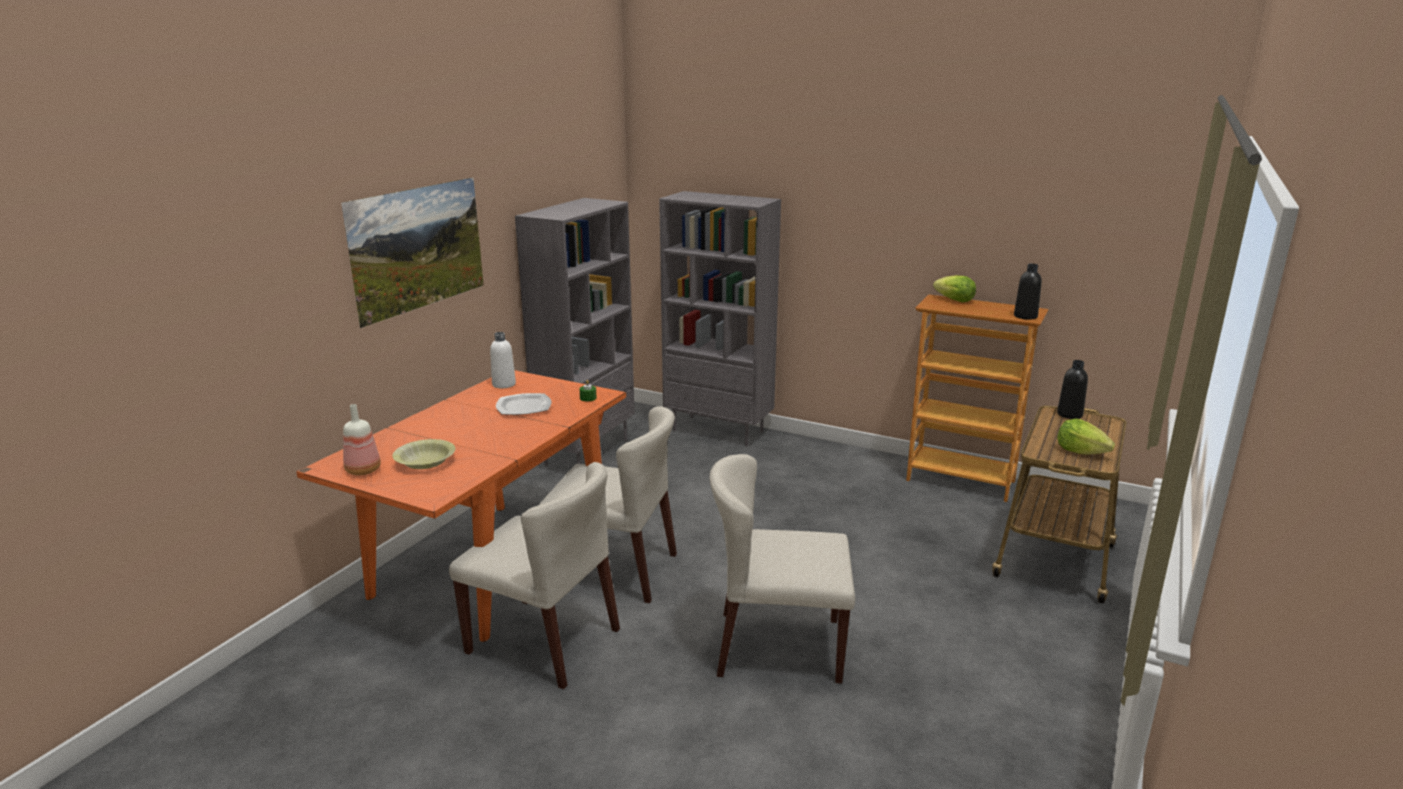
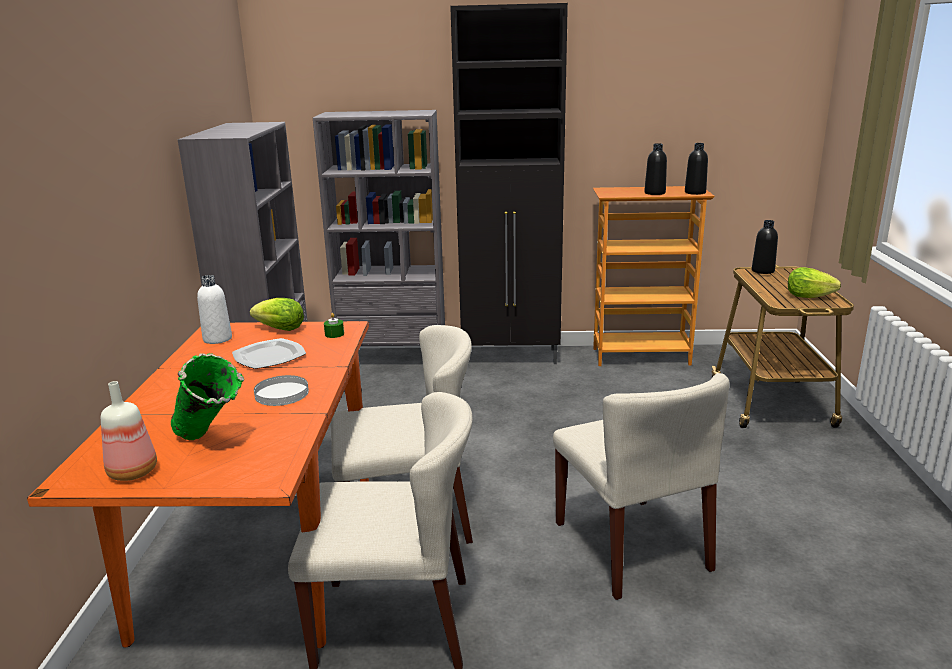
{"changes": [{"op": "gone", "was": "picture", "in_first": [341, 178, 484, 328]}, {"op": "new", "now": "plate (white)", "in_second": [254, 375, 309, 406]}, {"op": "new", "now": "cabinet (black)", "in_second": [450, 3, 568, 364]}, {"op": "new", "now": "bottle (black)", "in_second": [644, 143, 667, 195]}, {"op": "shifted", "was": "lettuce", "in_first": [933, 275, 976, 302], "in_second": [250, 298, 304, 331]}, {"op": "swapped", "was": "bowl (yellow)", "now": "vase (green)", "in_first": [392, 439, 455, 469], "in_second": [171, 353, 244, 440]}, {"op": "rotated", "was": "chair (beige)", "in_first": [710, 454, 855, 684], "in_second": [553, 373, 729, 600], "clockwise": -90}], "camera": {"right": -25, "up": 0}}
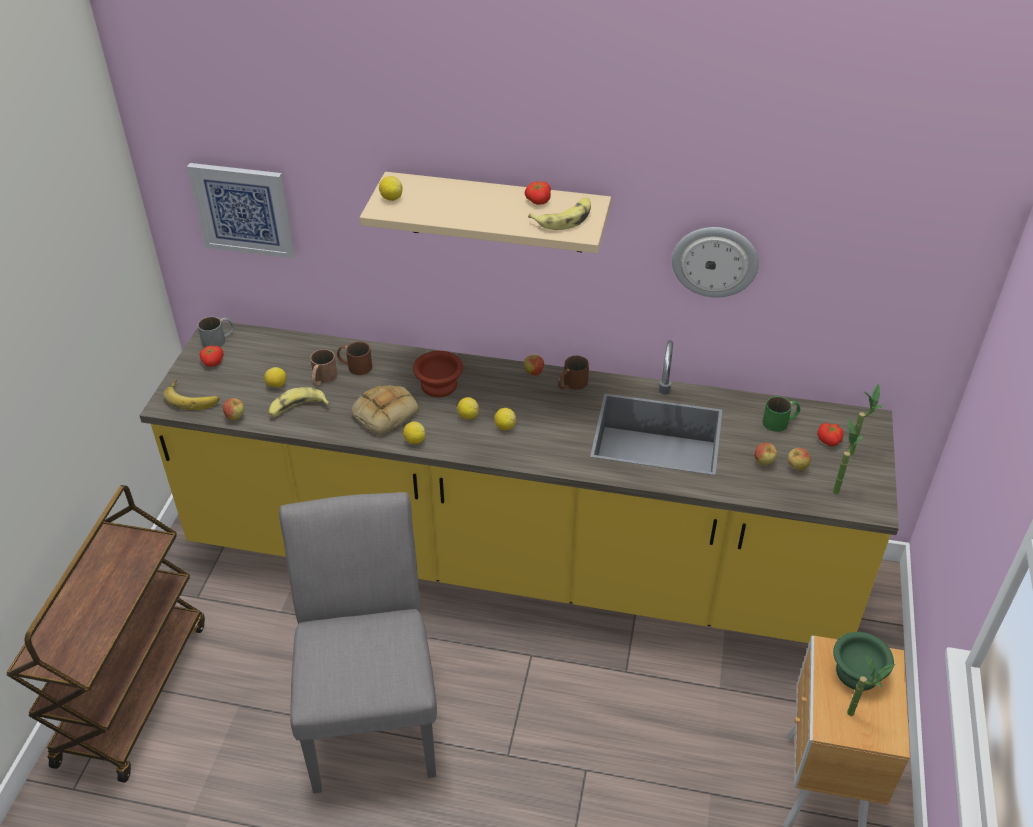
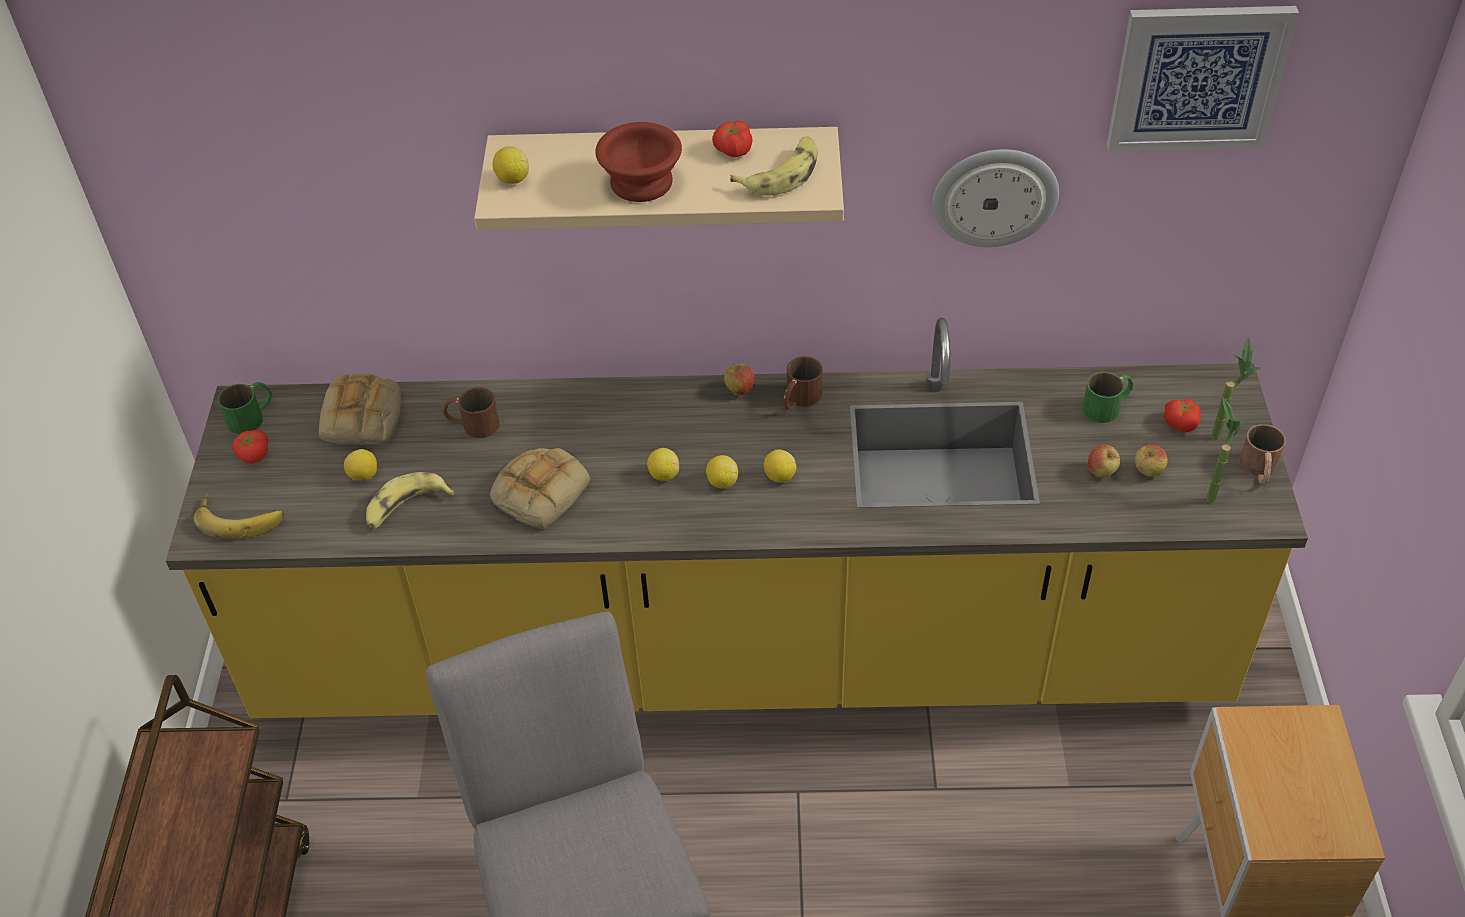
{"changes": [{"op": "gone", "was": "apple", "in_first": [223, 398, 244, 420]}, {"op": "gone", "was": "bowl (green)", "in_first": [833, 632, 894, 691]}, {"op": "gone", "was": "potted plant", "in_first": [847, 654, 895, 716]}, {"op": "new", "now": "bread", "in_second": [319, 374, 401, 445]}, {"op": "shifted", "was": "picture", "in_first": [187, 163, 295, 258], "in_second": [1107, 6, 1299, 151]}, {"op": "shifted", "was": "mug (brown)", "in_first": [310, 349, 337, 386], "in_second": [1239, 424, 1286, 485]}, {"op": "shifted", "was": "lemon", "in_first": [403, 421, 426, 444], "in_second": [764, 449, 796, 482]}, {"op": "shifted", "was": "bowl (brown)", "in_first": [413, 351, 463, 397], "in_second": [595, 122, 682, 202]}, {"op": "repainted", "was": "mug (grey)", "now": "mug (green)", "in_first": [198, 317, 234, 347], "in_second": [218, 382, 272, 434]}], "camera": {"right": -10, "up": 5}}
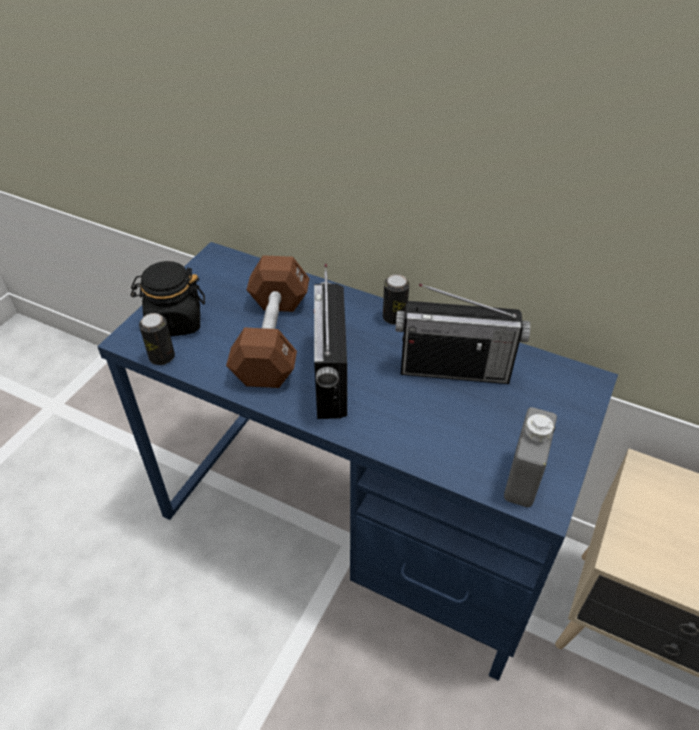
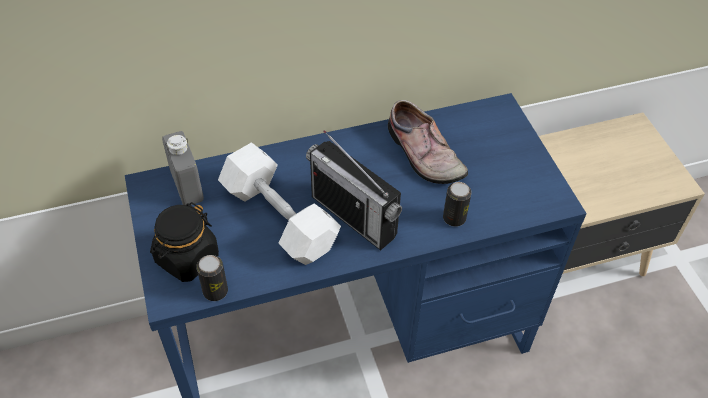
{"changes": [{"op": "shifted", "was": "can", "in_first": [383, 274, 409, 325], "in_second": [443, 182, 472, 227]}, {"op": "shifted", "was": "bottle (grey)", "in_first": [504, 407, 557, 507], "in_second": [162, 131, 204, 205]}, {"op": "swapped", "was": "radio", "now": "shoe", "in_first": [395, 283, 530, 384], "in_second": [388, 100, 468, 184]}, {"op": "repainted", "was": "dumbbell (brown)", "now": "dumbbell (white)", "in_first": [226, 255, 309, 388], "in_second": [218, 142, 341, 265]}], "camera": {"right": -45, "up": 5}}
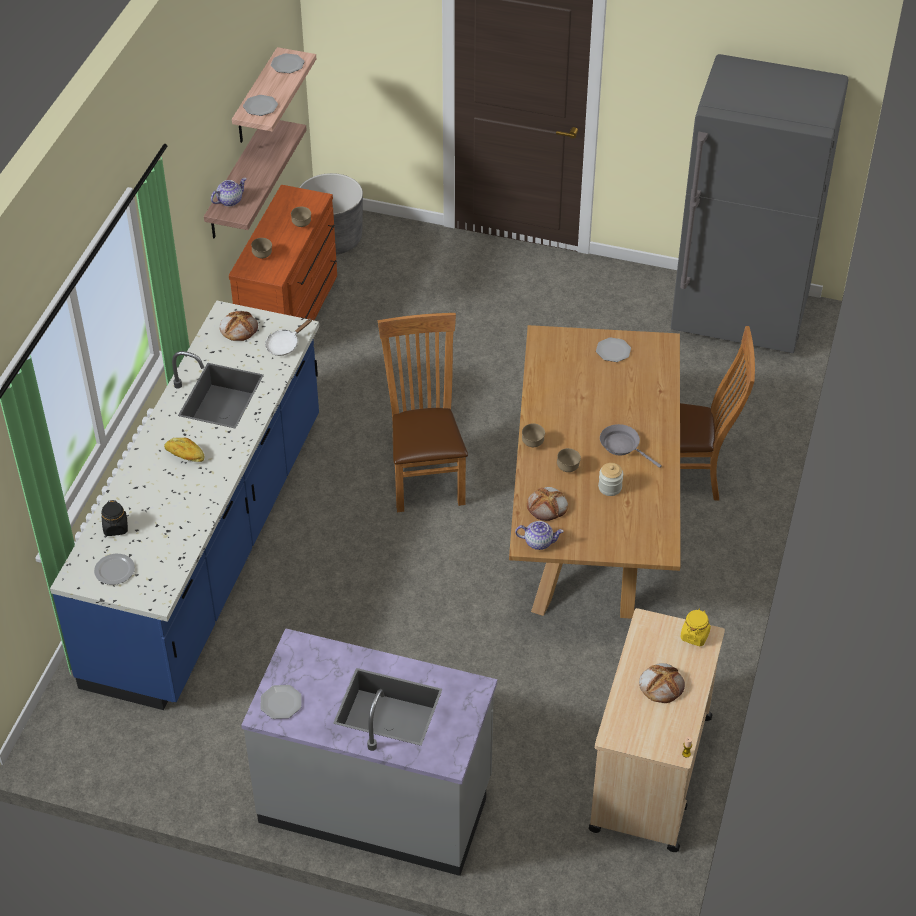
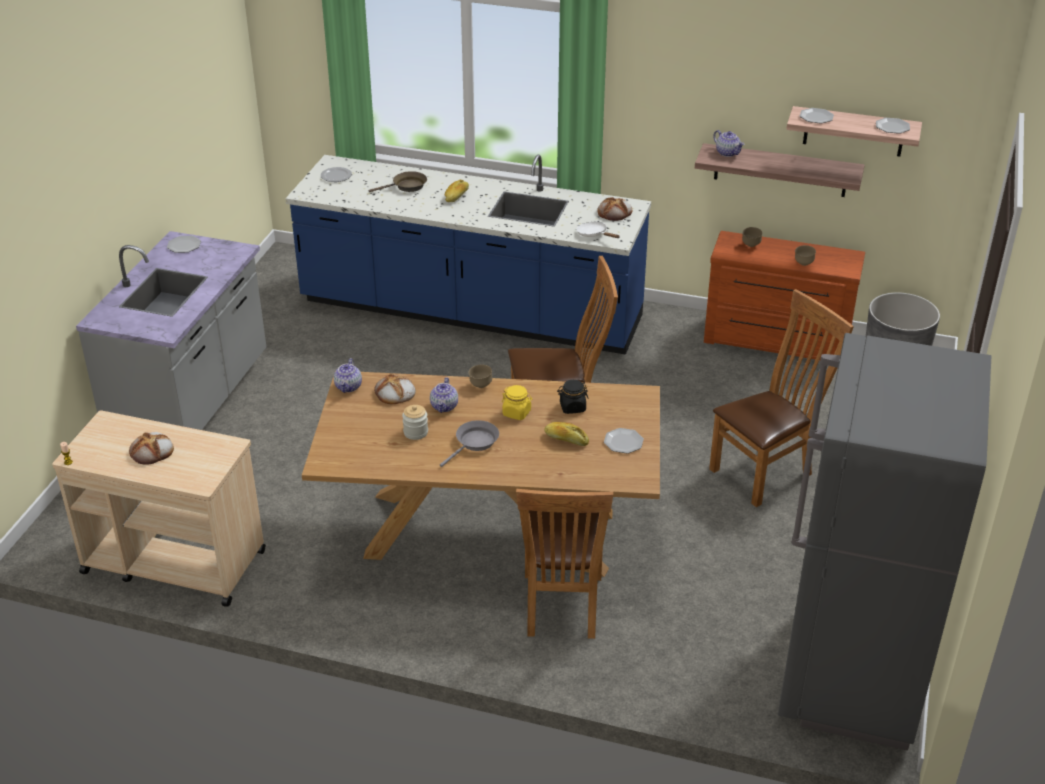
{"changes": [{"op": "new", "now": "frying pan (brown)", "in_second": [369, 171, 427, 192]}, {"op": "new", "now": "bread", "in_second": [544, 422, 589, 446]}, {"op": "new", "now": "chair (brown)", "in_second": [709, 289, 854, 507]}, {"op": "shifted", "was": "jar (black)", "in_first": [101, 500, 128, 536], "in_second": [557, 380, 589, 414]}, {"op": "shifted", "was": "jar (yellow)", "in_first": [680, 609, 711, 646], "in_second": [502, 385, 532, 420]}, {"op": "swapped", "was": "bowl (brown)", "now": "teapot", "in_first": [557, 448, 581, 472], "in_second": [430, 377, 458, 413]}], "camera": {"right": 90, "up": -10}}
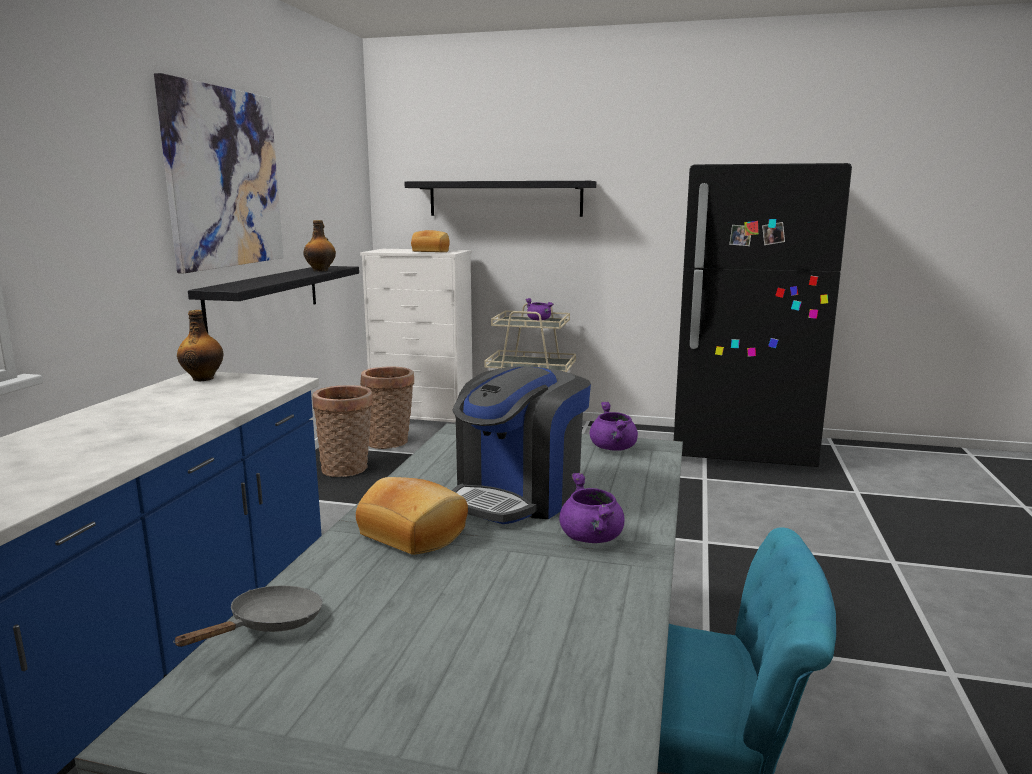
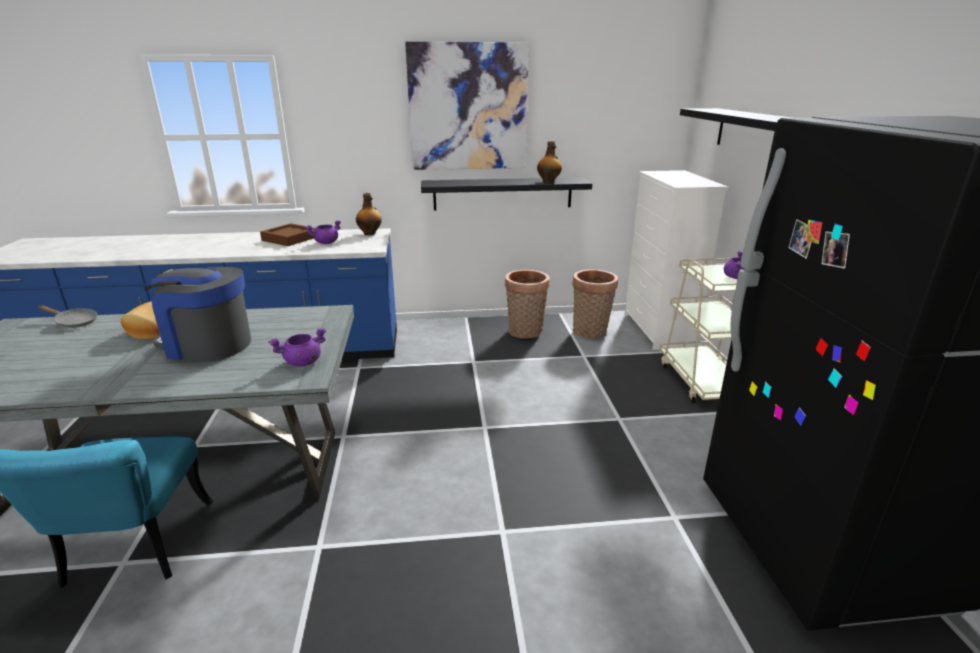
{"changes": [{"op": "gone", "was": "bread", "in_first": [411, 230, 450, 252]}, {"op": "new", "now": "tray (brown)", "in_second": [260, 223, 316, 246]}, {"op": "shifted", "was": "cooking pot (purple)", "in_first": [559, 473, 624, 543], "in_second": [305, 220, 341, 244]}], "camera": {"right": 70, "up": 10}}
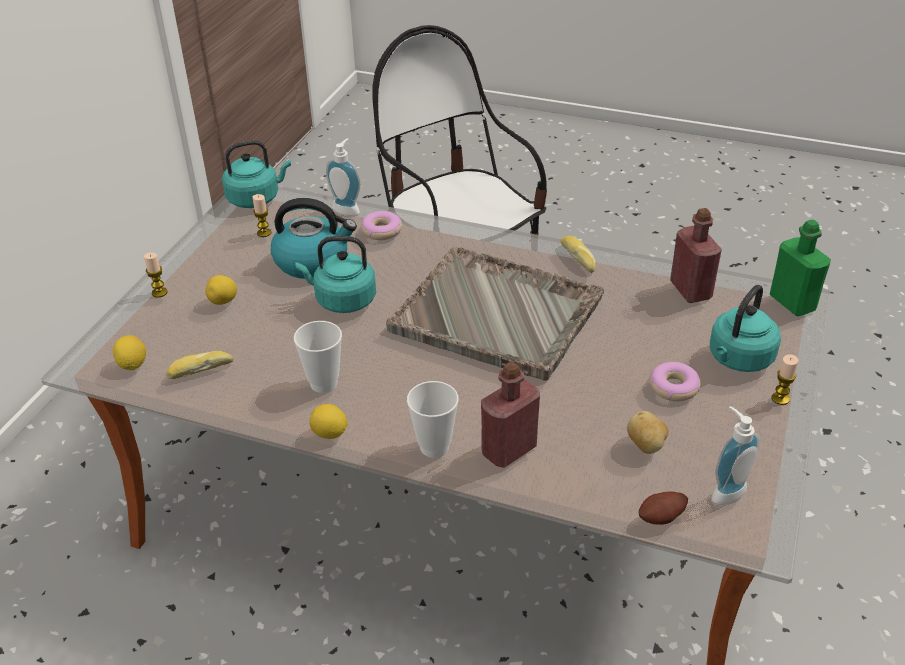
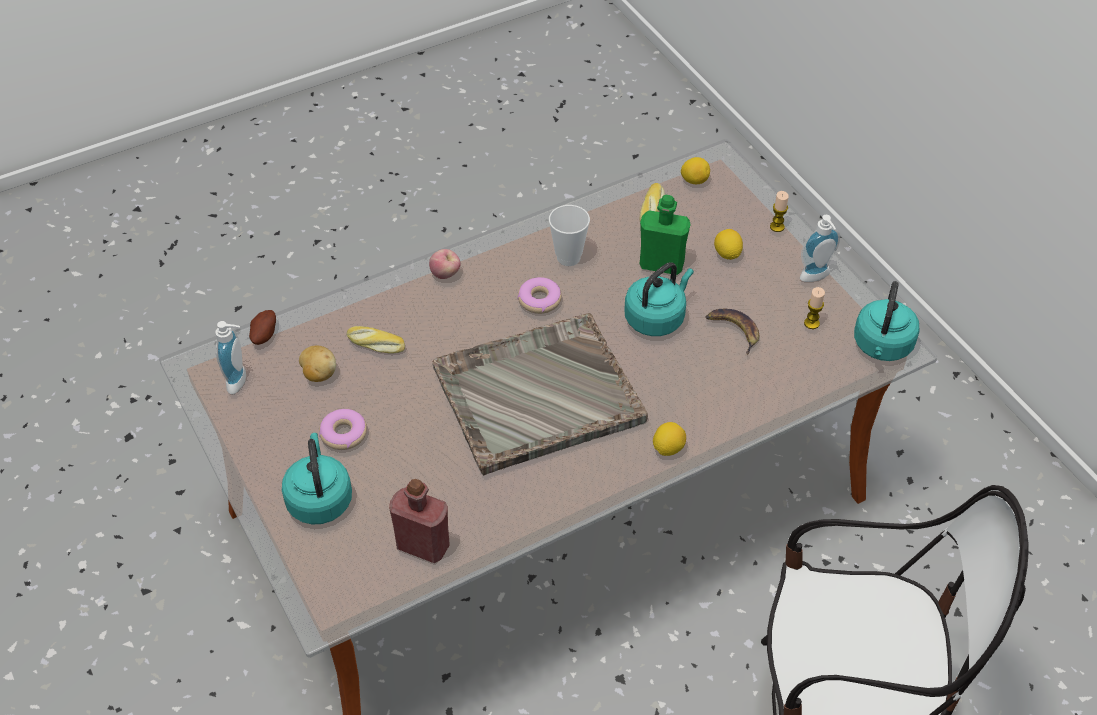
{"changes": [{"op": "gone", "was": "bottle (red)", "in_first": [481, 362, 540, 468]}, {"op": "gone", "was": "candle", "in_first": [771, 354, 798, 405]}, {"op": "shifted", "was": "lemon", "in_first": [309, 404, 348, 439], "in_second": [653, 422, 686, 456]}, {"op": "shifted", "was": "soap dispenser", "in_first": [326, 138, 361, 216], "in_second": [800, 215, 840, 282]}, {"op": "shifted", "was": "donut", "in_first": [361, 211, 402, 240], "in_second": [518, 277, 562, 314]}, {"op": "shifted", "was": "bread", "in_first": [561, 236, 596, 273], "in_second": [347, 326, 405, 354]}, {"op": "shifted", "was": "bottle (green)", "in_first": [769, 219, 831, 316], "in_second": [640, 195, 691, 275]}, {"op": "swapped", "was": "kettle", "now": "banana", "in_first": [271, 198, 357, 279], "in_second": [705, 309, 759, 355]}, {"op": "swapped", "was": "cup", "now": "apple", "in_first": [407, 381, 459, 458], "in_second": [429, 249, 460, 279]}], "camera": {"right": 130, "up": 10}}
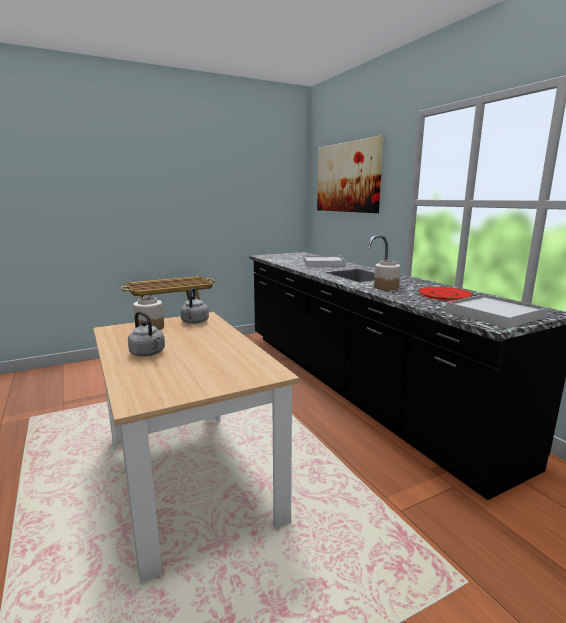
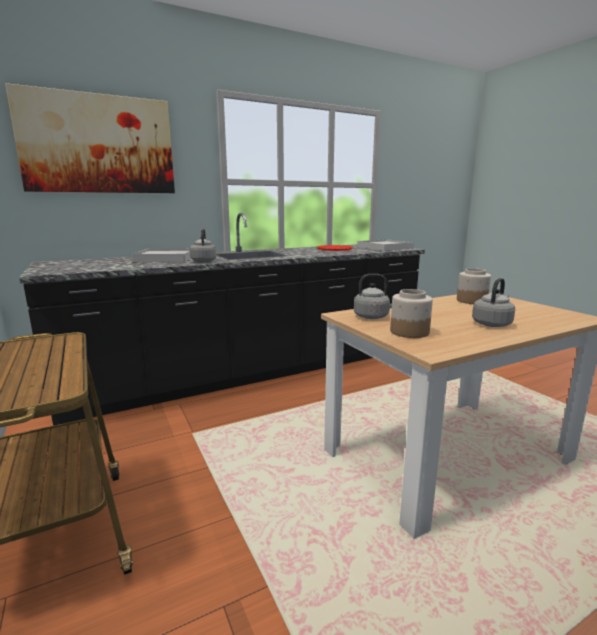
{"changes": [{"op": "new", "now": "kettle (grey)", "in_second": [190, 228, 217, 262]}, {"op": "shifted", "was": "jar", "in_first": [374, 260, 401, 290], "in_second": [457, 268, 491, 304]}], "camera": {"right": -90, "up": 0}}
